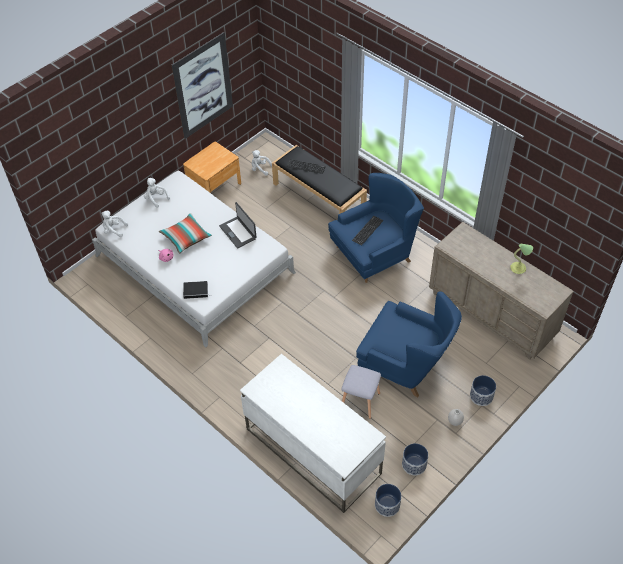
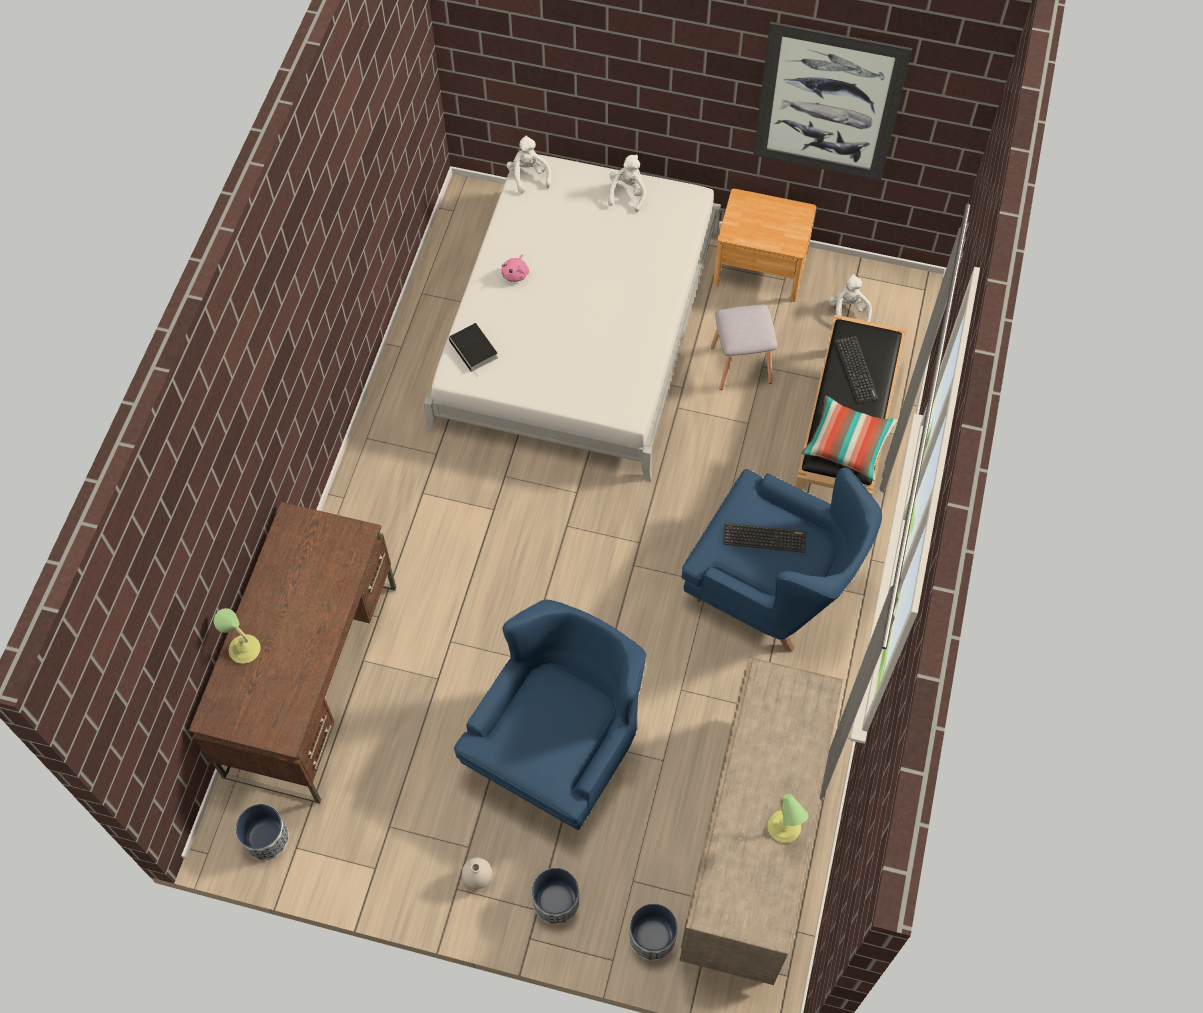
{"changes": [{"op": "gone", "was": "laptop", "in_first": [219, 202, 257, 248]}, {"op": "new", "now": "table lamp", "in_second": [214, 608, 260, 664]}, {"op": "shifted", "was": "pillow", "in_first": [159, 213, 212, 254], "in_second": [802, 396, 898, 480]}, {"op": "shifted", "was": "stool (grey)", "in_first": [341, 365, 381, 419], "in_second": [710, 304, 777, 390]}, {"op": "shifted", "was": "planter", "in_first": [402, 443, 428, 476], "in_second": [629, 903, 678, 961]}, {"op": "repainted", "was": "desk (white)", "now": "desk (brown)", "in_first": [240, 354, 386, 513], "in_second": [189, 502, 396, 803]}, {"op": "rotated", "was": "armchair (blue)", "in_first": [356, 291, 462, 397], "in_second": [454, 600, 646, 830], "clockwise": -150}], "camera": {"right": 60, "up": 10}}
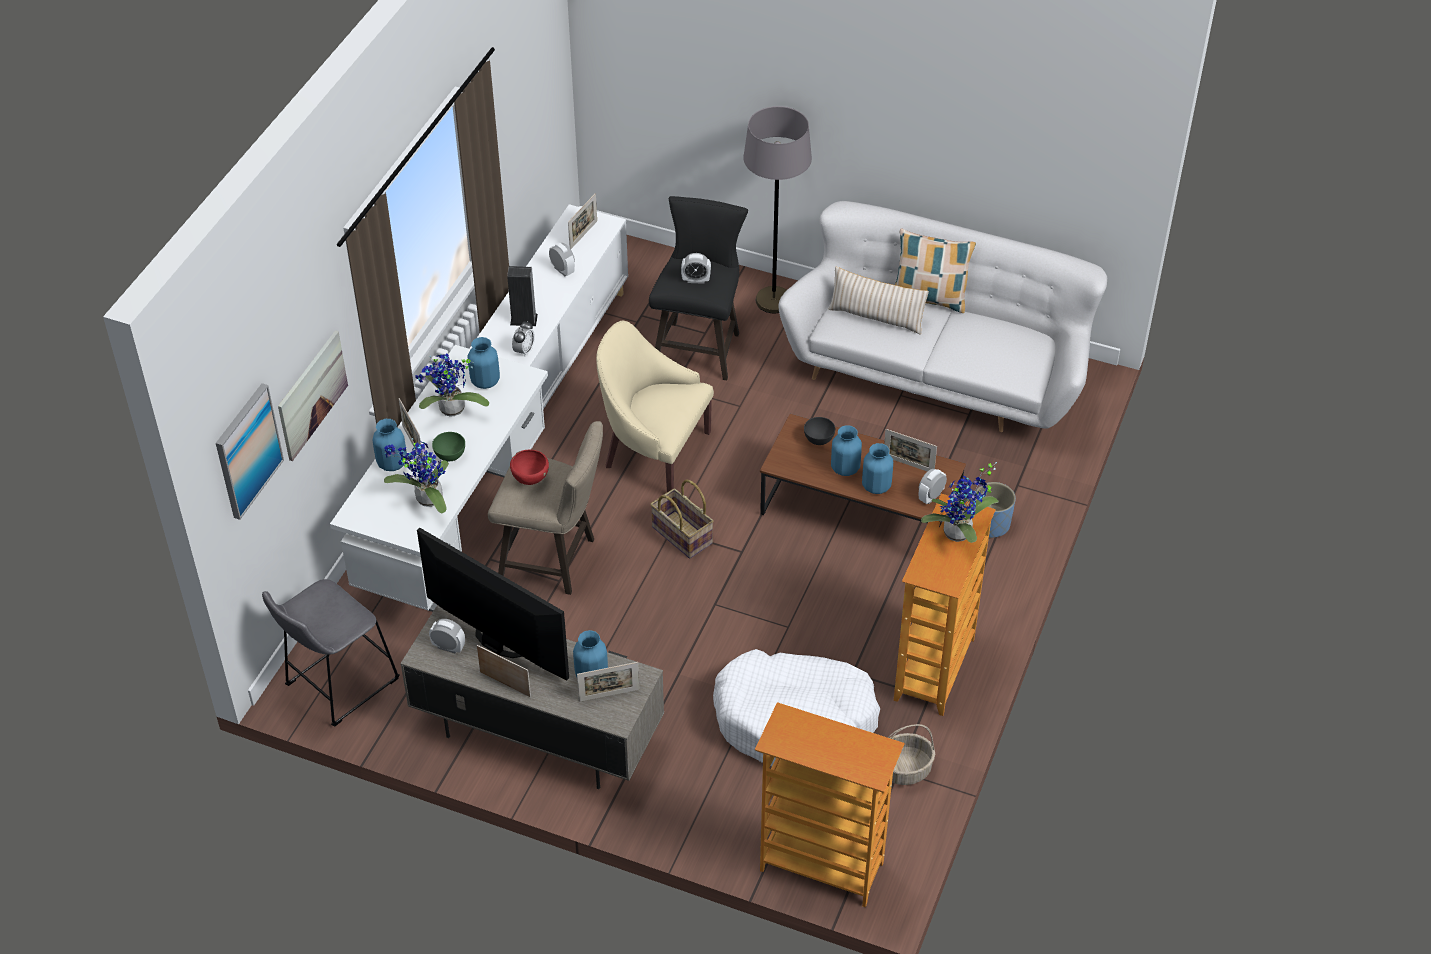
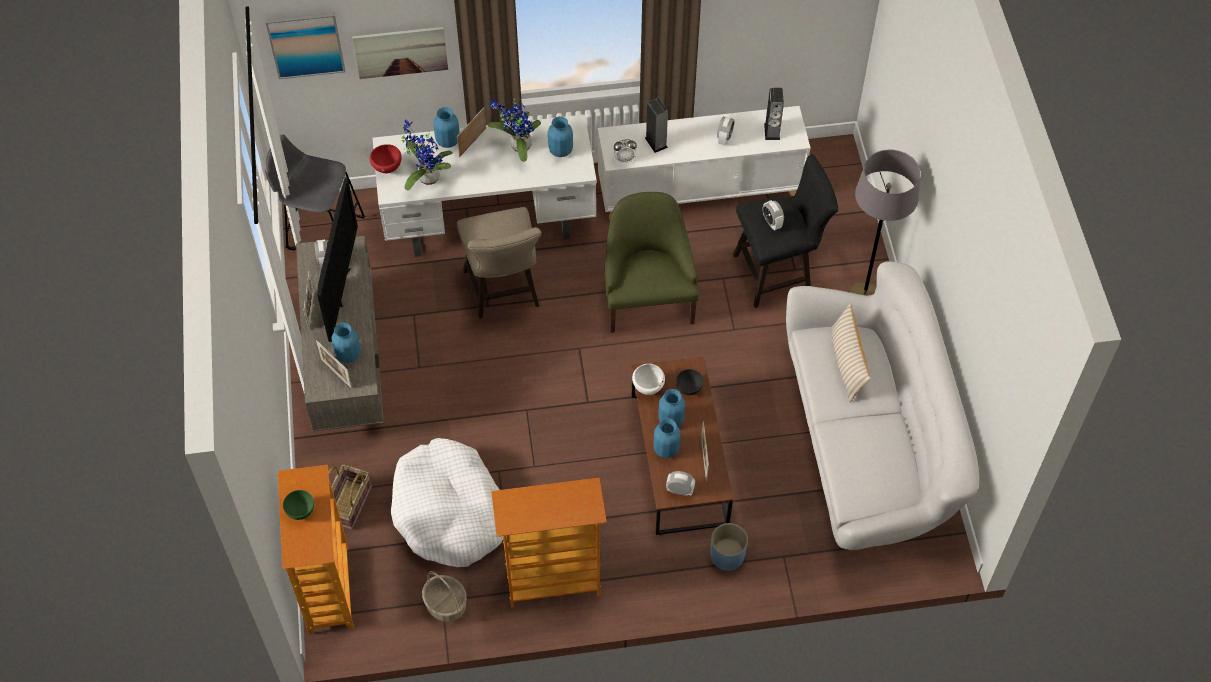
{"changes": [{"op": "gone", "was": "pillow", "in_first": [895, 229, 976, 313]}, {"op": "gone", "was": "potted plant", "in_first": [921, 462, 999, 543]}, {"op": "new", "now": "bowl (white)", "in_second": [632, 363, 665, 395]}, {"op": "shifted", "was": "bowl (green)", "in_first": [432, 432, 465, 461], "in_second": [283, 490, 314, 520]}, {"op": "shifted", "was": "bowl (red)", "in_first": [510, 450, 549, 485], "in_second": [370, 144, 401, 173]}, {"op": "shifted", "was": "basket", "in_first": [650, 480, 714, 559], "in_second": [329, 464, 372, 530]}, {"op": "swapped", "was": "picture frame", "now": "speaker", "in_first": [568, 193, 597, 249], "in_second": [764, 88, 784, 140]}, {"op": "repainted", "was": "armchair (beige)", "now": "armchair (green)", "in_first": [596, 321, 714, 492], "in_second": [605, 192, 699, 333]}], "camera": {"right": 60, "up": 10}}
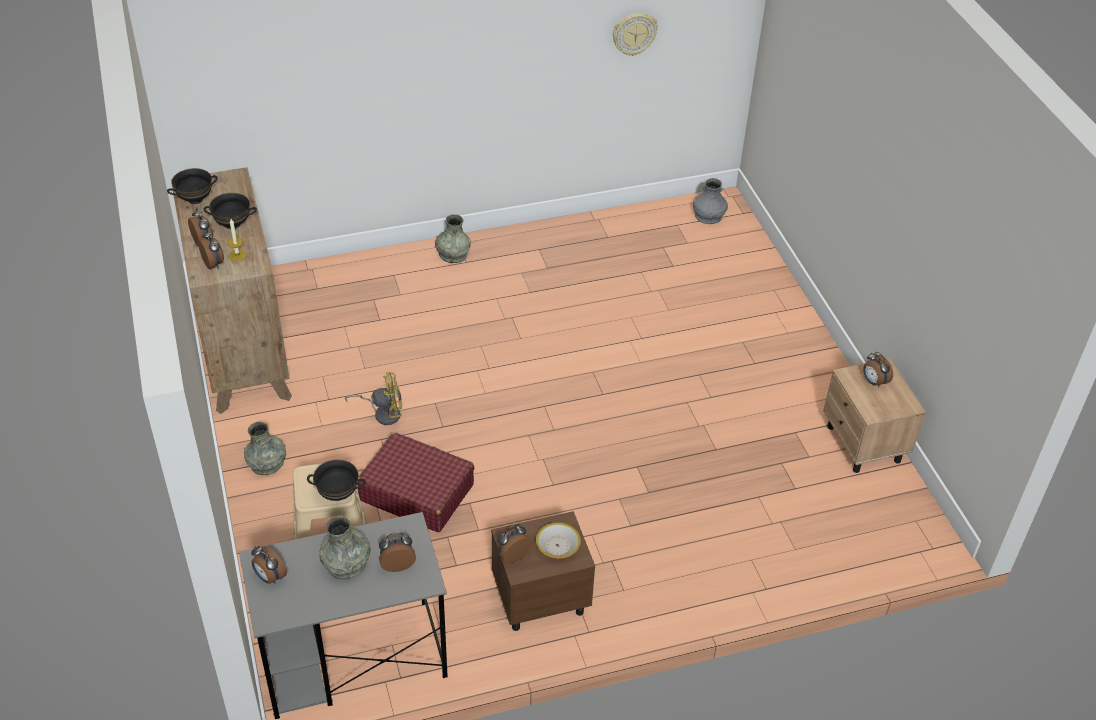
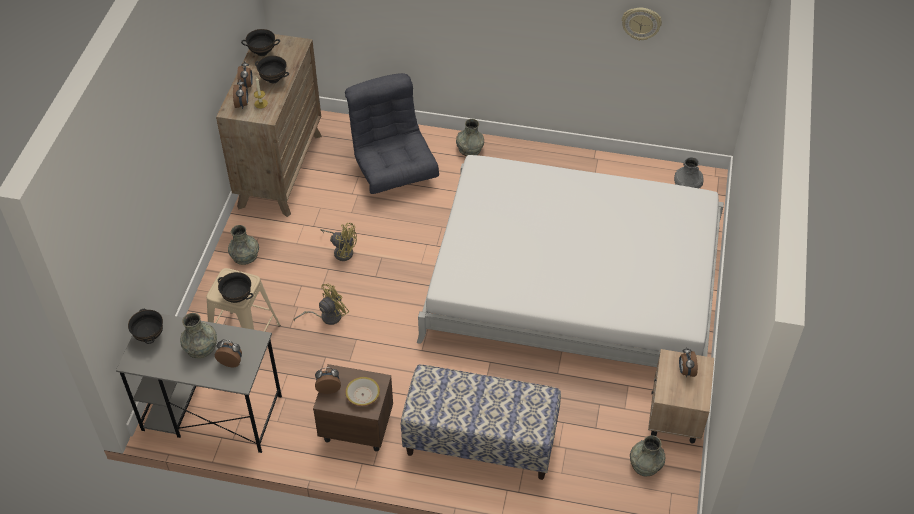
{"changes": [{"op": "new", "now": "armchair (grey)", "in_second": [345, 73, 439, 194]}, {"op": "new", "now": "bench", "in_second": [401, 365, 561, 480]}, {"op": "new", "now": "bed (white)", "in_second": [417, 155, 724, 367]}, {"op": "new", "now": "vase (grey)", "in_second": [630, 435, 665, 476]}, {"op": "swapped", "was": "alarm clock", "now": "bowl (black)", "in_first": [251, 546, 287, 584], "in_second": [128, 309, 163, 344]}, {"op": "swapped", "was": "suitcase (red)", "now": "fan (yellow)", "in_first": [357, 433, 474, 532], "in_second": [294, 284, 349, 325]}], "camera": {"right": 30, "up": 5}}
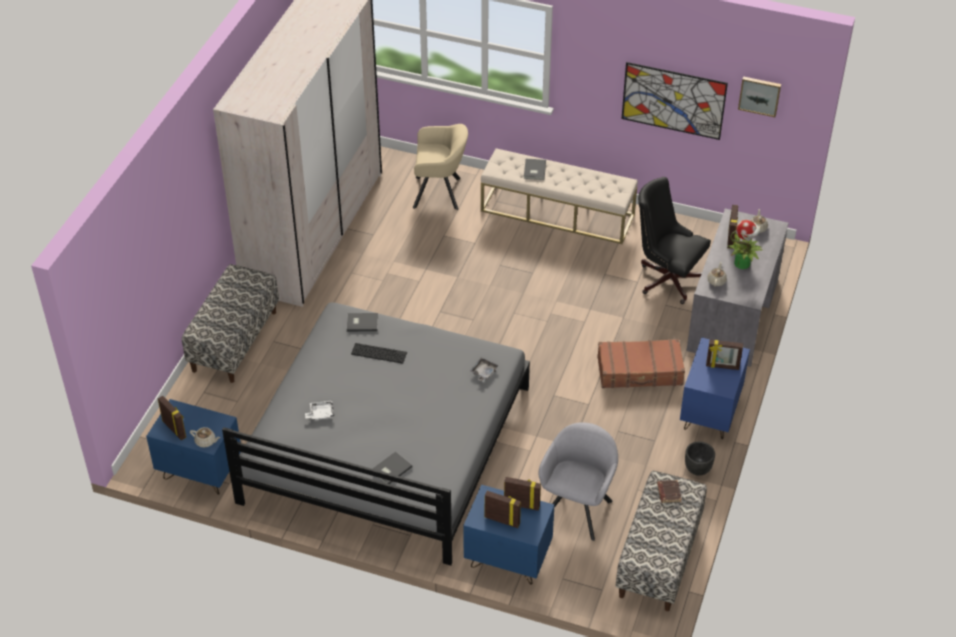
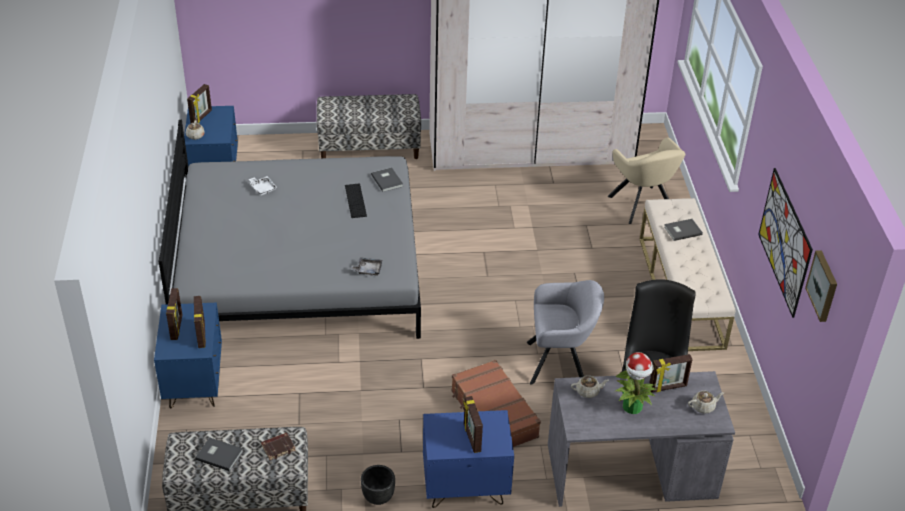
{"changes": [{"op": "shifted", "was": "book (grey)", "in_first": [373, 452, 413, 484], "in_second": [195, 437, 243, 471]}, {"op": "shifted", "was": "armchair (grey)", "in_first": [539, 422, 618, 541], "in_second": [527, 280, 604, 384]}], "camera": {"right": 65, "up": -5}}
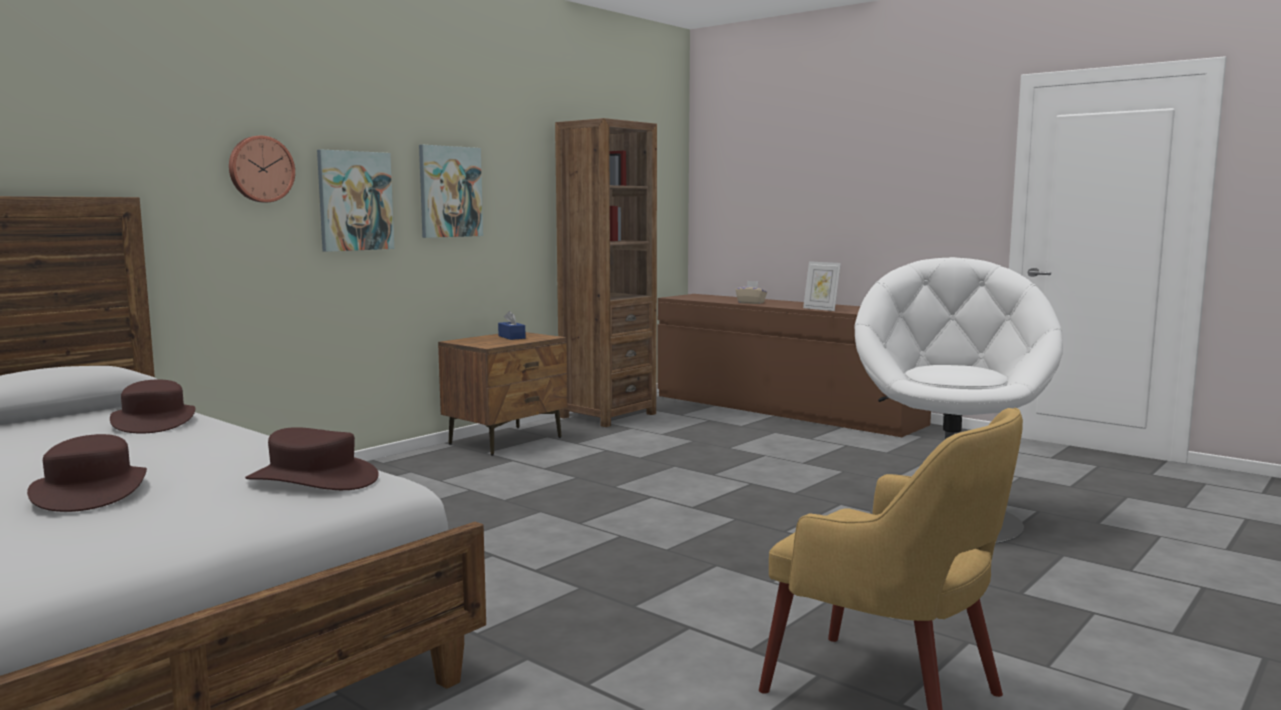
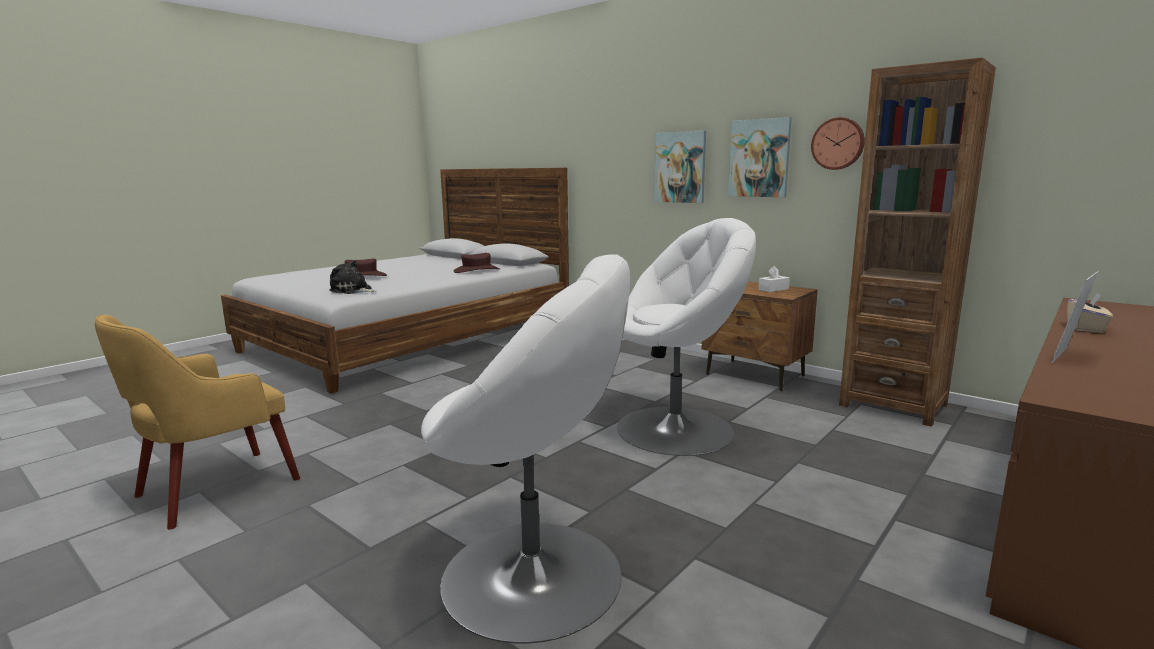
{"changes": [{"op": "new", "now": "armchair (white)", "in_second": [617, 218, 756, 456]}, {"op": "shifted", "was": "wall clock", "in_first": [229, 136, 295, 202], "in_second": [811, 117, 865, 170]}, {"op": "swapped", "was": "hat (brown)", "now": "plush toy", "in_first": [245, 427, 379, 490], "in_second": [329, 260, 376, 294]}, {"op": "repainted", "was": "tissue box (blue)", "now": "tissue box (white)", "in_first": [498, 311, 526, 340], "in_second": [758, 266, 790, 292]}], "camera": {"right": 90, "up": 5}}
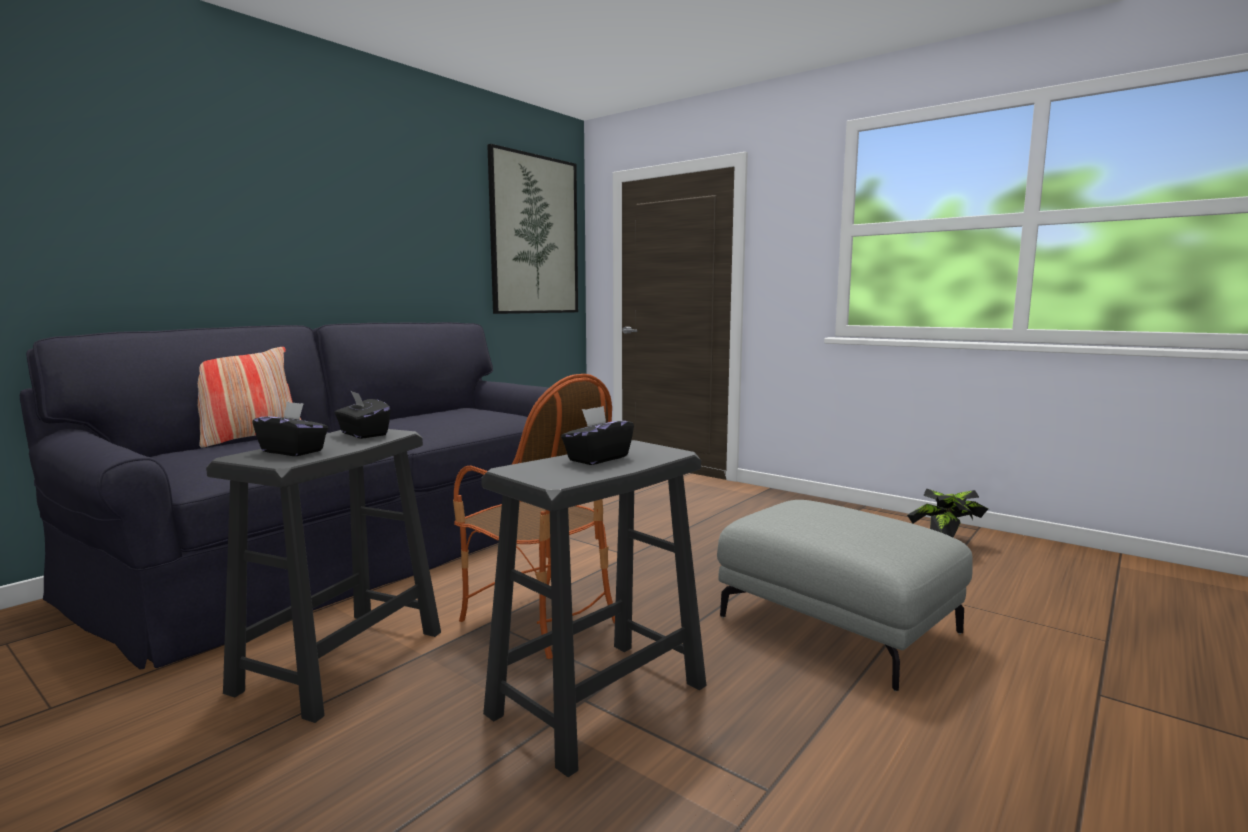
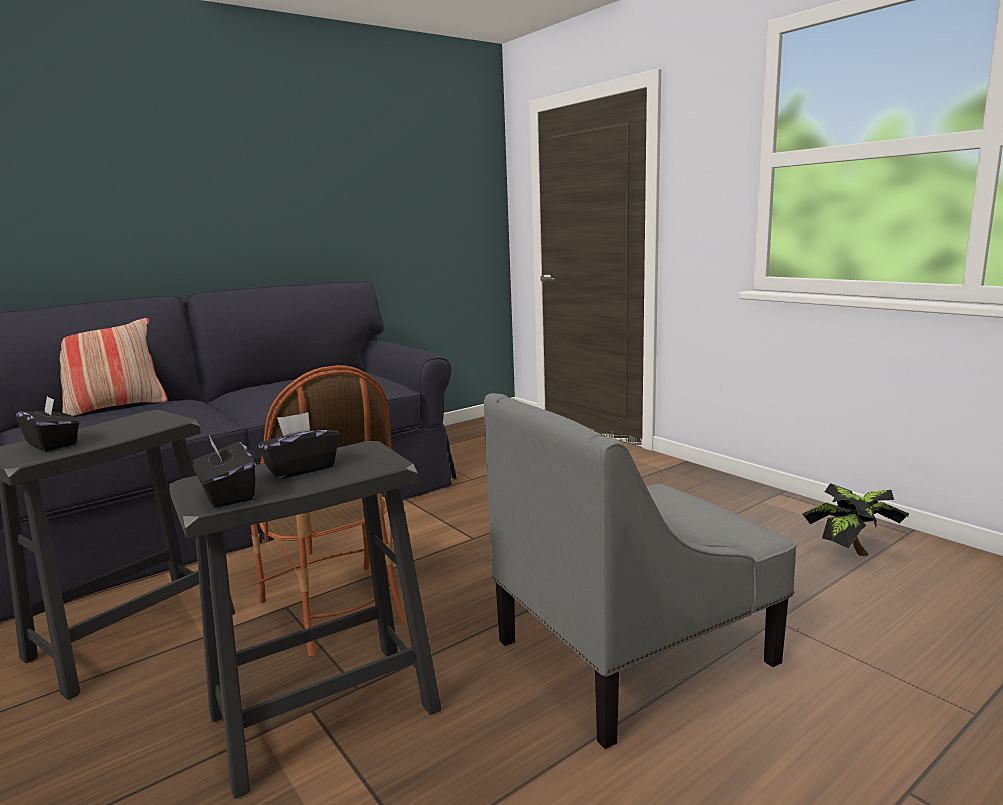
{"changes": [{"op": "gone", "was": "picture", "in_first": [487, 144, 578, 314]}, {"op": "shifted", "was": "tissue box (black)", "in_first": [334, 391, 391, 439], "in_second": [193, 435, 255, 508]}, {"op": "swapped", "was": "ottoman (grey)", "now": "armchair (grey)", "in_first": [717, 500, 973, 691], "in_second": [484, 393, 797, 749]}], "camera": {"right": 15, "up": 5}}
